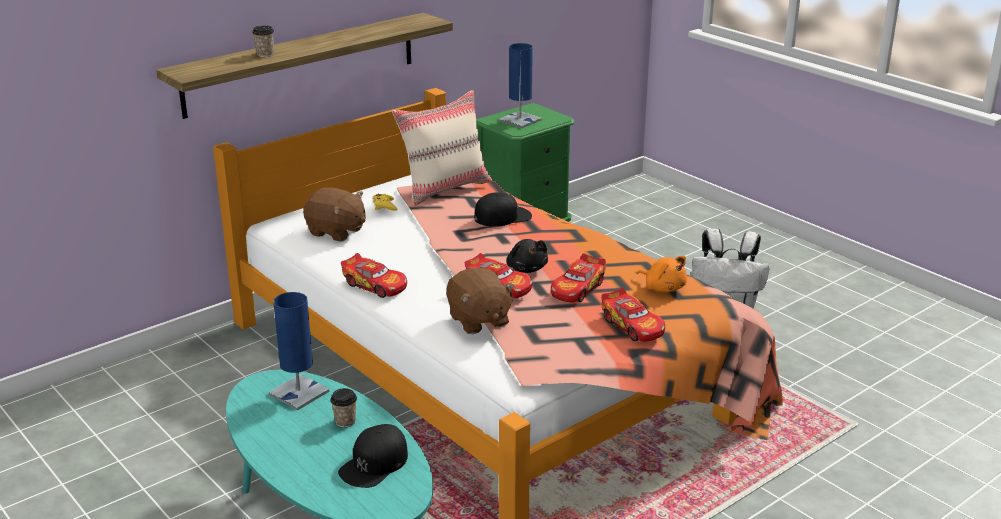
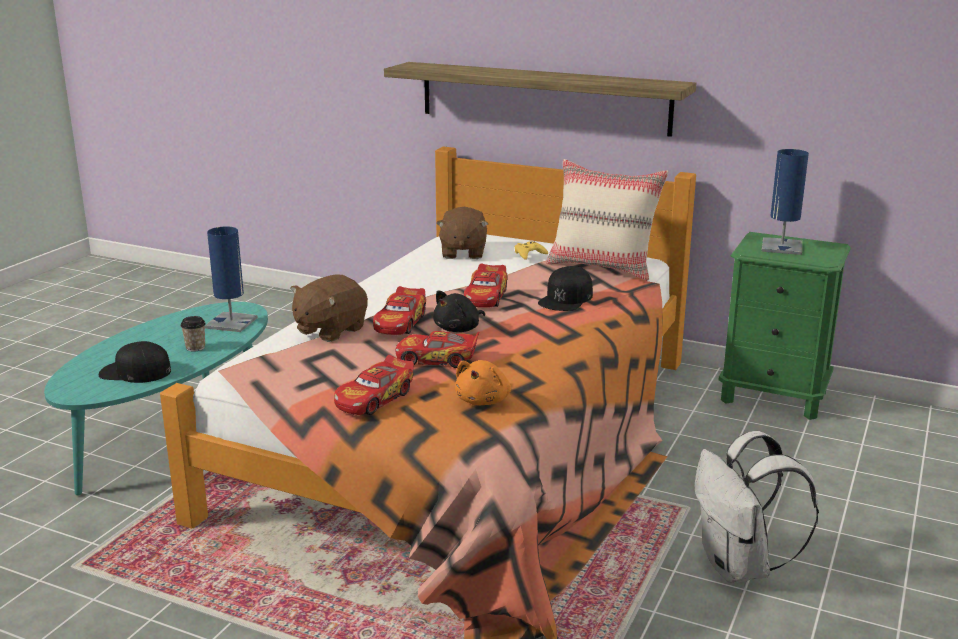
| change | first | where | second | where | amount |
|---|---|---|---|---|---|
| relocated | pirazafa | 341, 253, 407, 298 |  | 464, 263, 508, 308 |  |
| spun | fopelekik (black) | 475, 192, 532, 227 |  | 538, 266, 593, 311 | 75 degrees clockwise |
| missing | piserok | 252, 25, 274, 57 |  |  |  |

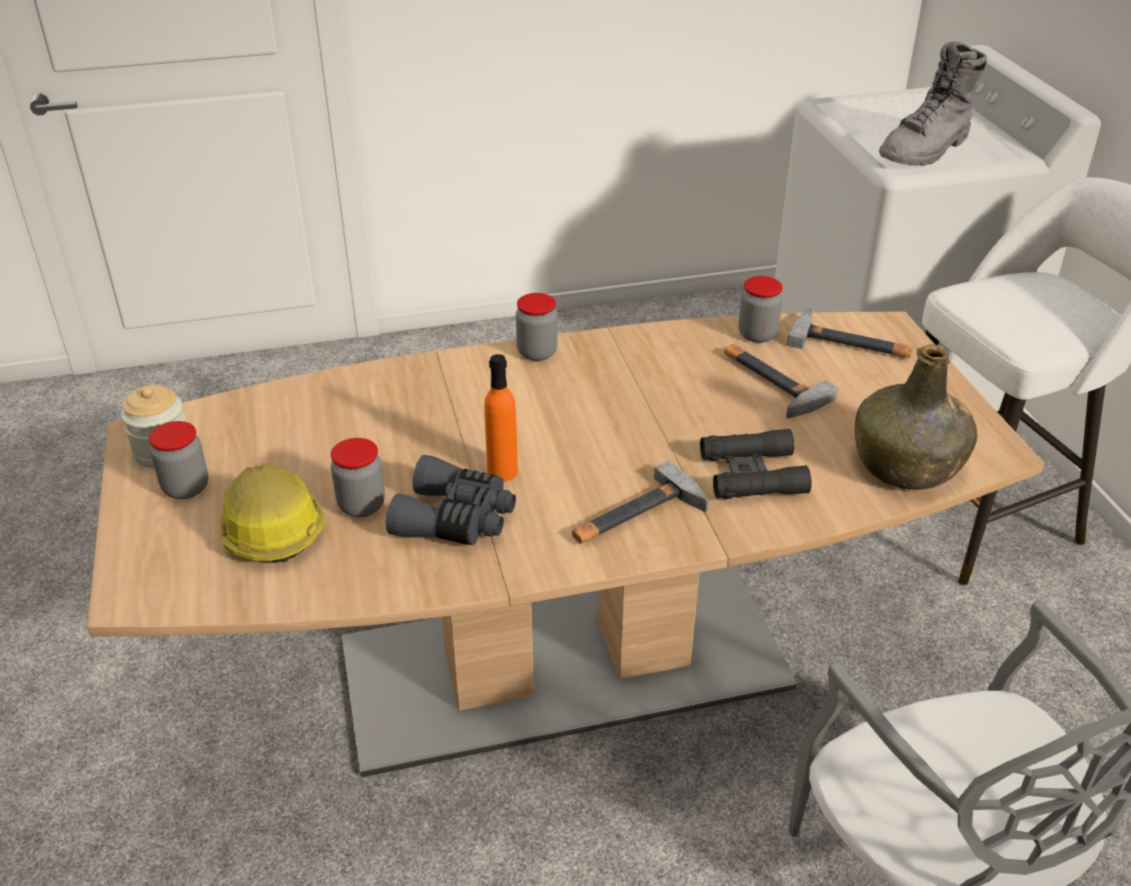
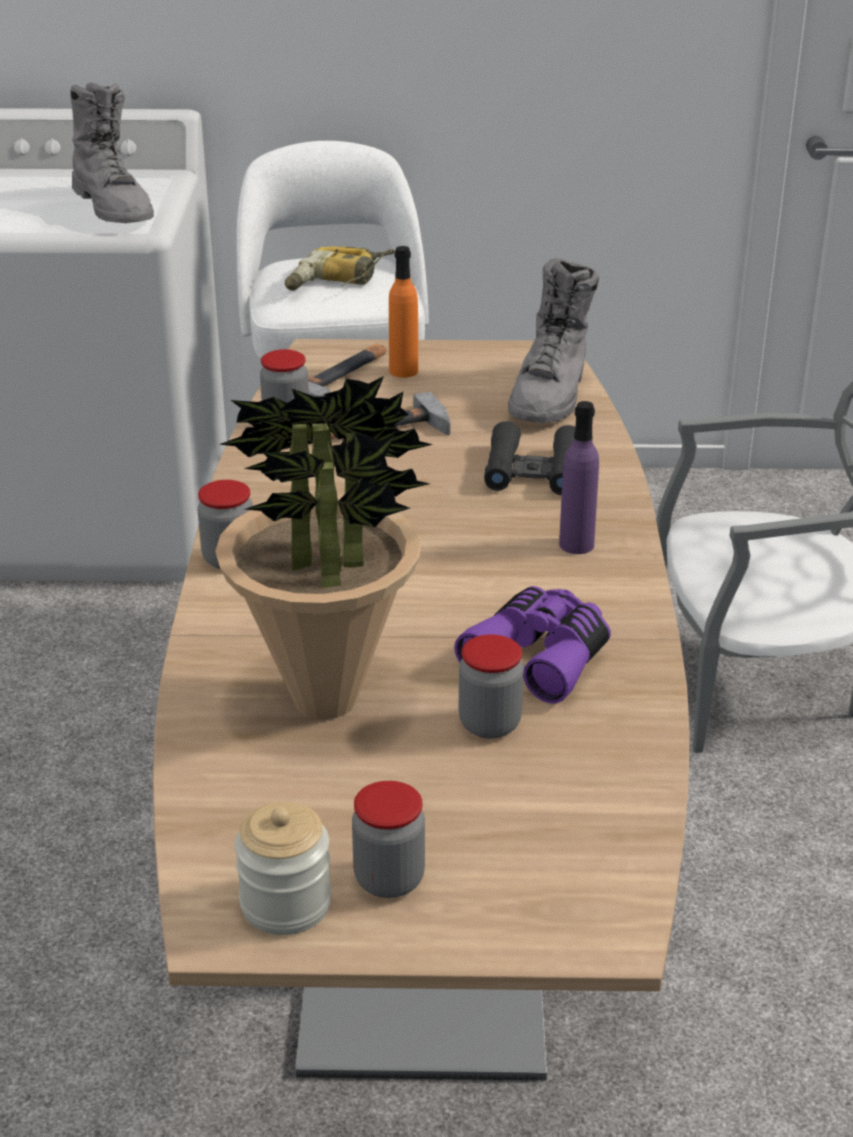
| change | first | where | second | where | amount |
|---|---|---|---|---|---|
| appeared |  |  | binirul | 215, 376, 434, 720 |  |
| appeared |  |  | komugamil | 285, 246, 395, 291 |  |
| relocated | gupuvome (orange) | 484, 354, 518, 482 |  | 389, 246, 418, 378 |  |
| colour | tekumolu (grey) | 385, 455, 516, 545 | tekumolu (purple) | 454, 586, 611, 704 |  |
| exchanged | gupuvome (green) | 855, 345, 978, 490 | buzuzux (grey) | 508, 258, 599, 423 |  |
| exchanged | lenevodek | 572, 461, 709, 544 | gupuvome (purple) | 559, 401, 599, 554 |  |
| missing | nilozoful | 219, 463, 326, 563 |  |  |  |

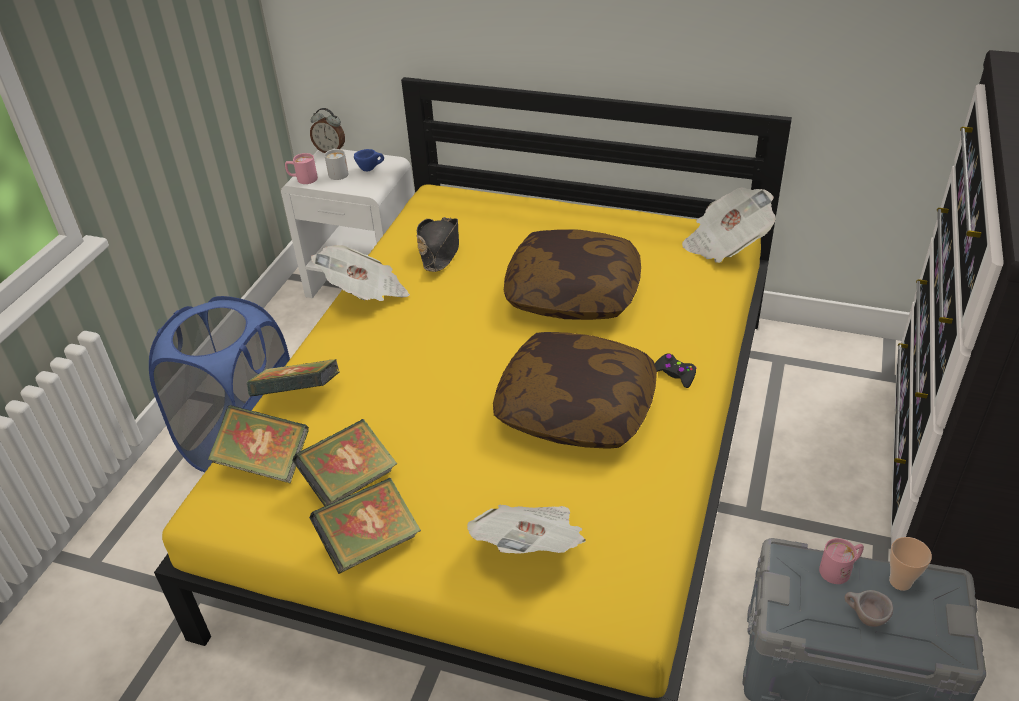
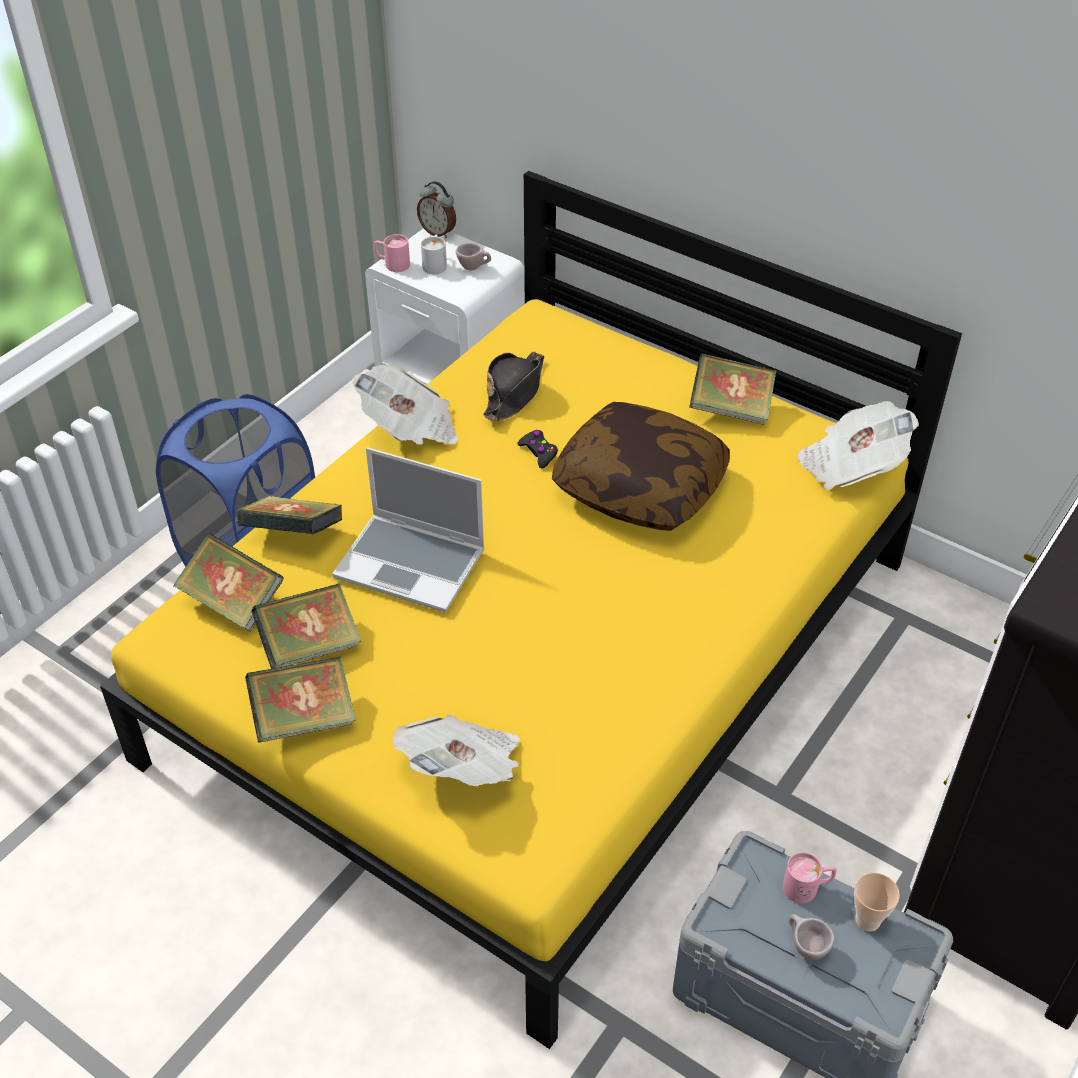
| change | first | where | second | where | amount |
|---|---|---|---|---|---|
| appeared |  |  | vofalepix | 332, 447, 485, 613 |  |
| colour | piserok (blue) | 354, 149, 384, 171 | piserok (beige) | 456, 243, 491, 271 |  |
| relocated | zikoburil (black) | 655, 353, 697, 388 |  | 518, 430, 558, 469 |  |
| appeared |  |  | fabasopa | 689, 353, 776, 425 |  |
| missing | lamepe | 493, 332, 657, 449 |  |  |  |

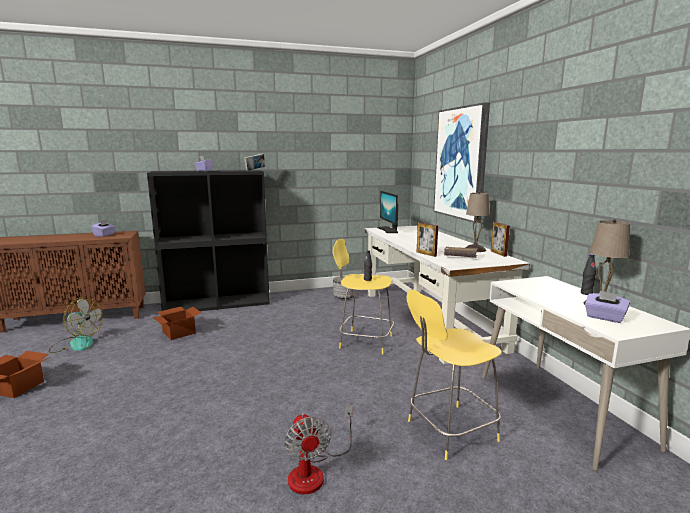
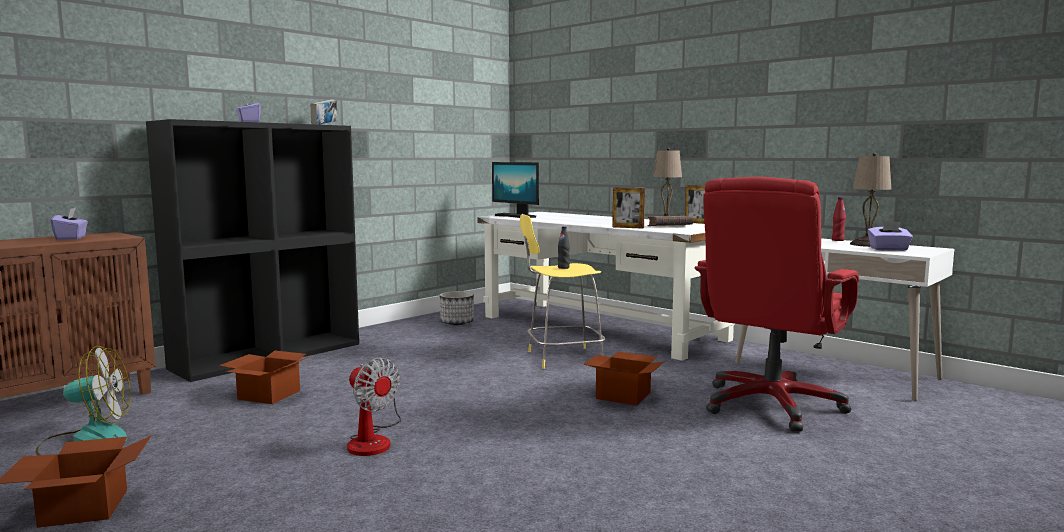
| change | first | where | second | where | amount |
|---|---|---|---|---|---|
| relocated | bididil | 284, 406, 352, 494 |  | 347, 357, 401, 456 |  |
| appeared |  |  | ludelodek | 583, 352, 664, 406 |  |
| exchanged | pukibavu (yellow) | 407, 290, 502, 460 | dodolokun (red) | 695, 177, 859, 431 |  |
| colour | gupuvome (black) | 581, 254, 596, 295 | gupuvome (red) | 832, 197, 846, 241 |  |
| missing | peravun | 433, 103, 490, 223 |  |  |  |

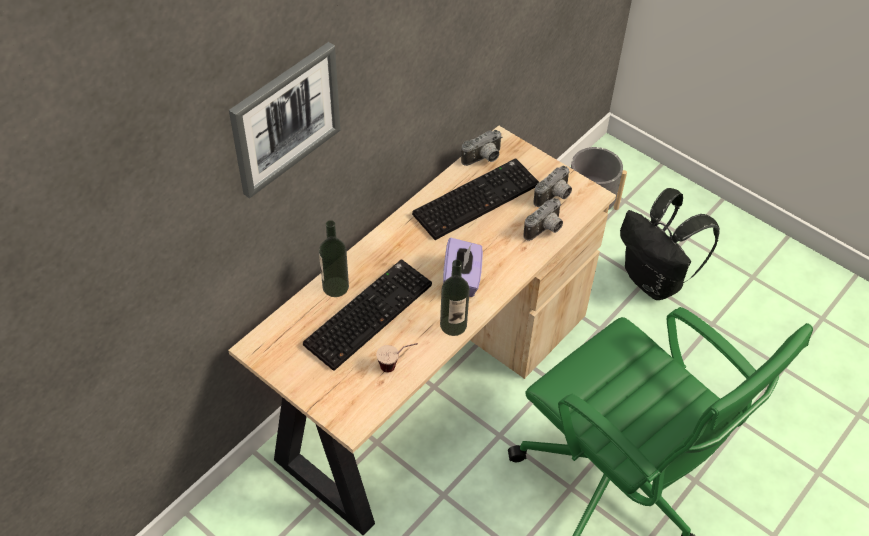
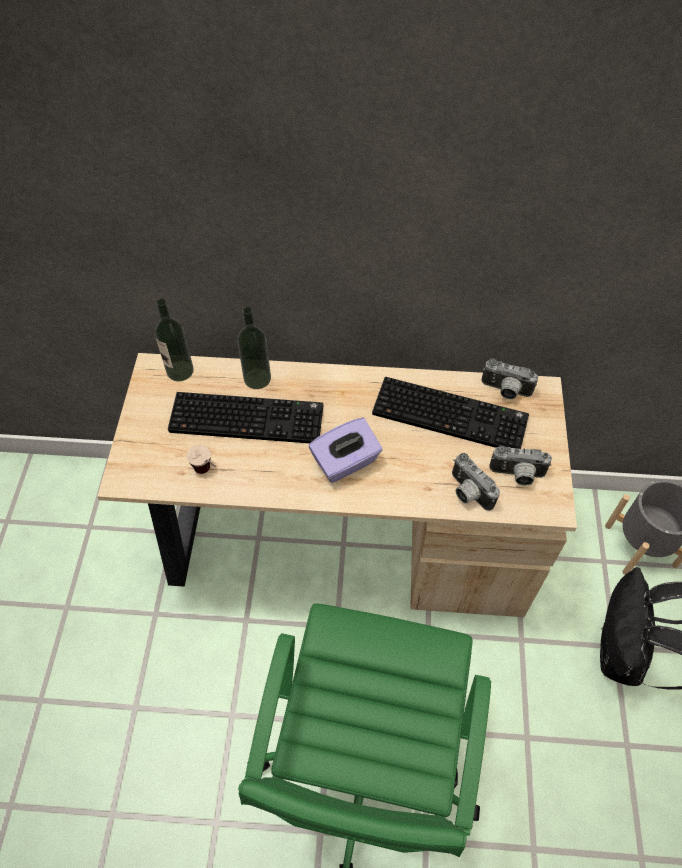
| change | first | where | second | where | amount |
|---|---|---|---|---|---|
| relocated | gupuvome | 440, 260, 470, 336 |  | 155, 298, 194, 381 |  |
| spun | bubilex | 523, 198, 563, 241 |  | 452, 453, 500, 511 | 45 degrees clockwise |
| missing | peravun | 229, 42, 341, 199 |  |  |  |

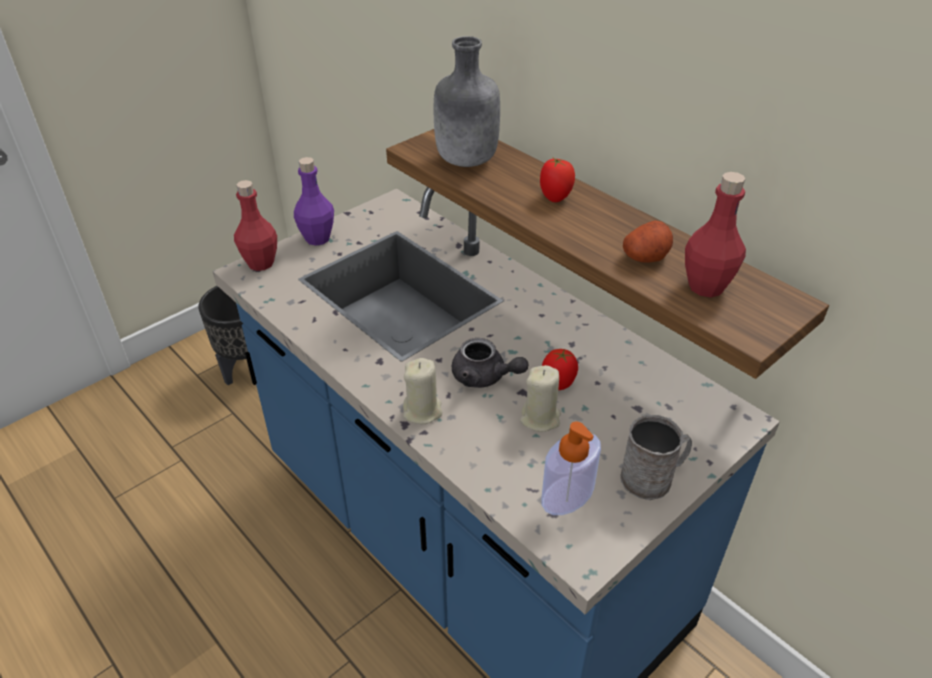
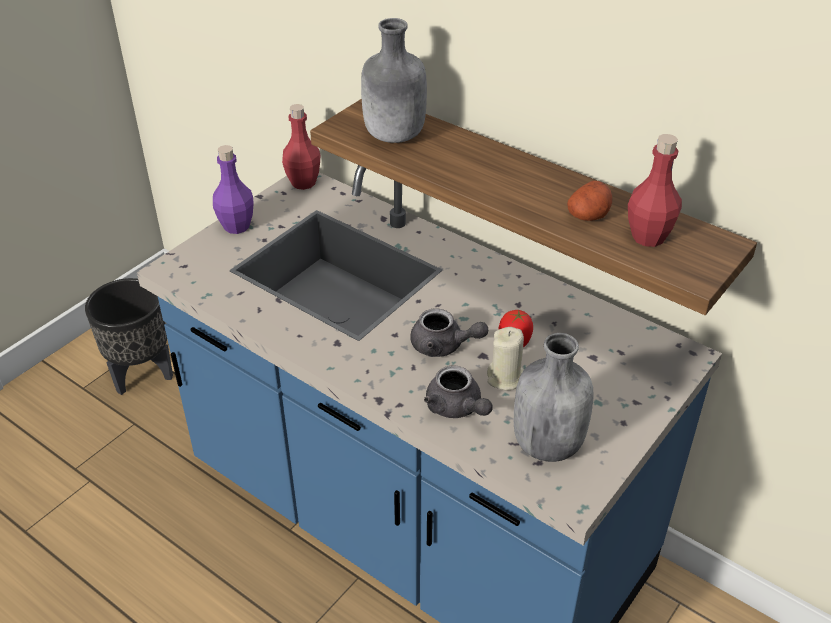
| change | first | where | second | where | amount |
|---|---|---|---|---|---|
| relocated | gupuvome (red) | 234, 180, 277, 271 |  | 282, 104, 320, 190 |  |
| appeared |  |  | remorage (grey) | 424, 365, 492, 418 |  |
| exchanged | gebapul | 541, 421, 601, 515 | gupuvome (grey) | 514, 333, 594, 462 |  |
| missing | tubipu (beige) | 403, 358, 443, 424 |  |  |  |
| missing | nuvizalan | 540, 158, 575, 202 |  |  |  |
| missing | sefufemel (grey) | 620, 415, 692, 500 |  |  |  |

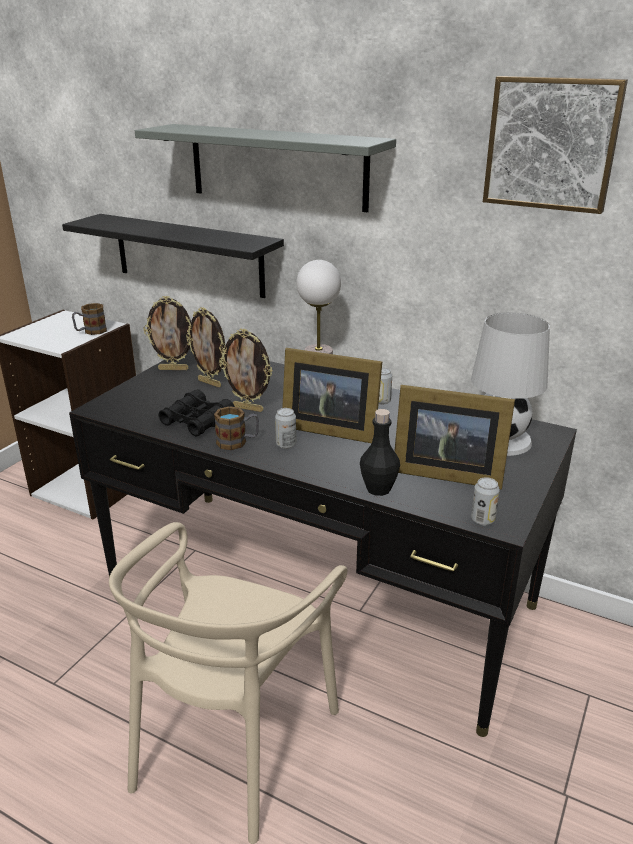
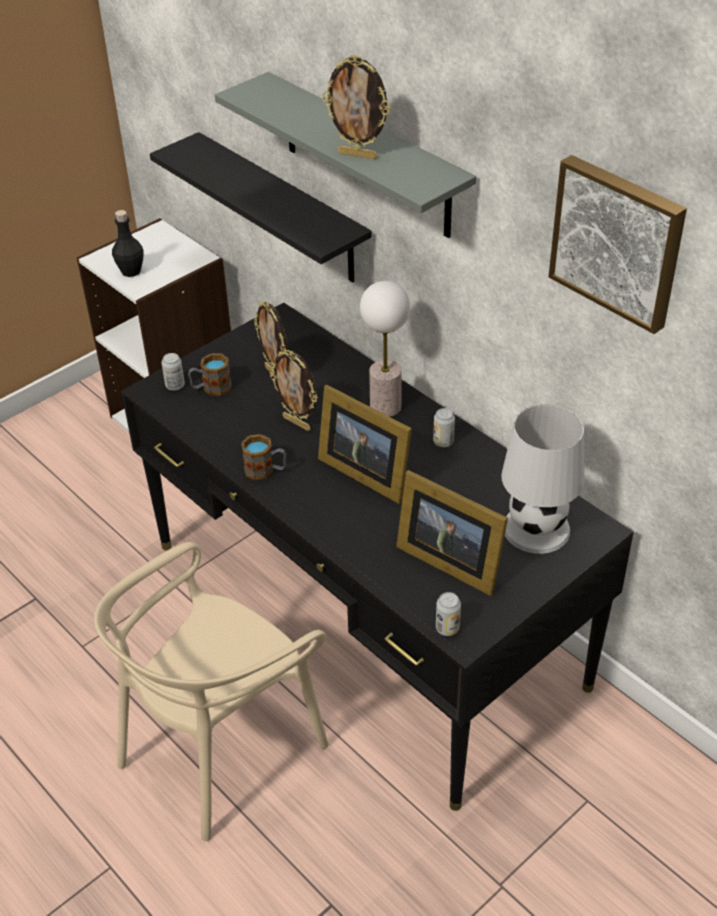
| change | first | where | second | where | amount |
|---|---|---|---|---|---|
| relocated | gupuvome (black) | 360, 409, 400, 496 |  | 112, 210, 144, 277 |  |
| relocated | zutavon | 275, 408, 296, 449 |  | 161, 353, 185, 391 |  |
| relocated | sefufemel | 72, 303, 107, 335 |  | 188, 353, 232, 396 |  |
| relocated | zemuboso | 143, 296, 191, 370 |  | 322, 55, 390, 159 |  |
| missing | tekumolu (black) | 158, 389, 235, 437 |  |  |  |

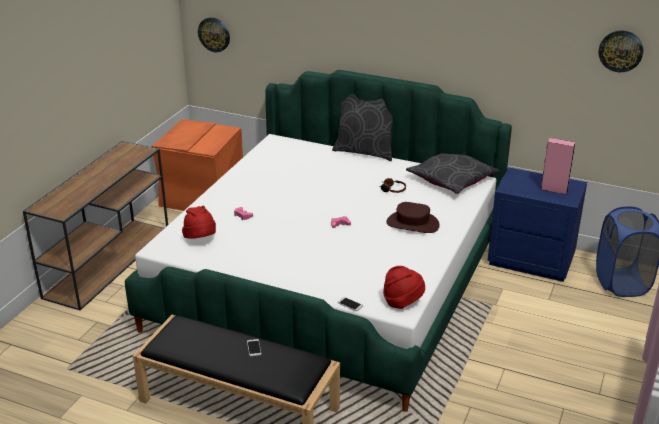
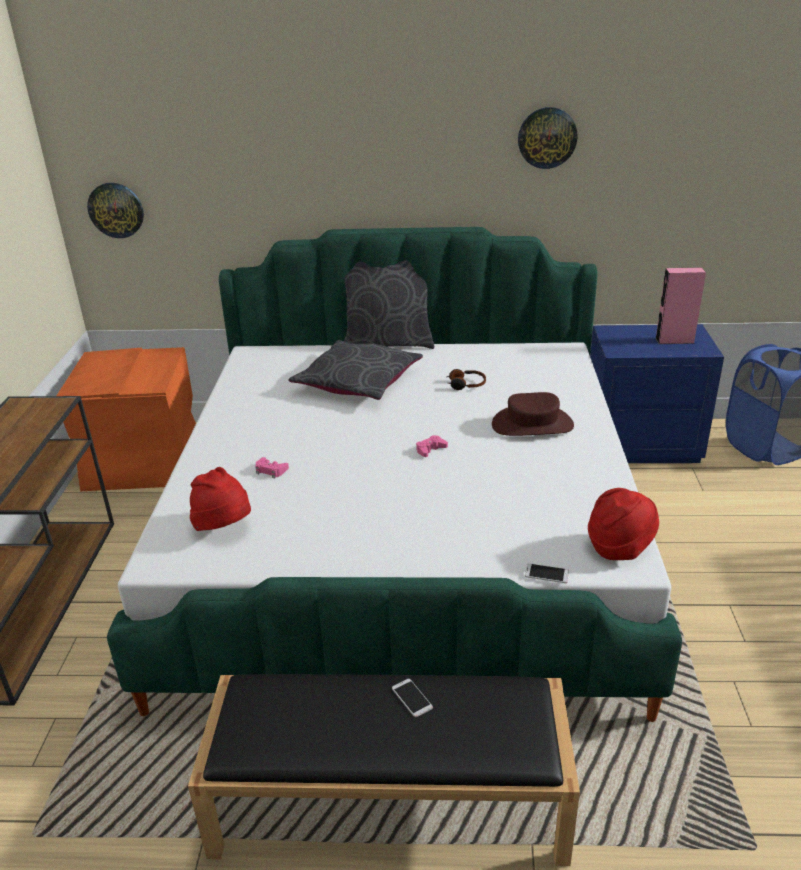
| change | first | where | second | where | amount |
|---|---|---|---|---|---|
| relocated | lamepe (grey) | 406, 153, 499, 194 |  | 289, 340, 423, 400 |  |
| relocated | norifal | 598, 30, 643, 72 |  | 518, 107, 577, 169 |  |

